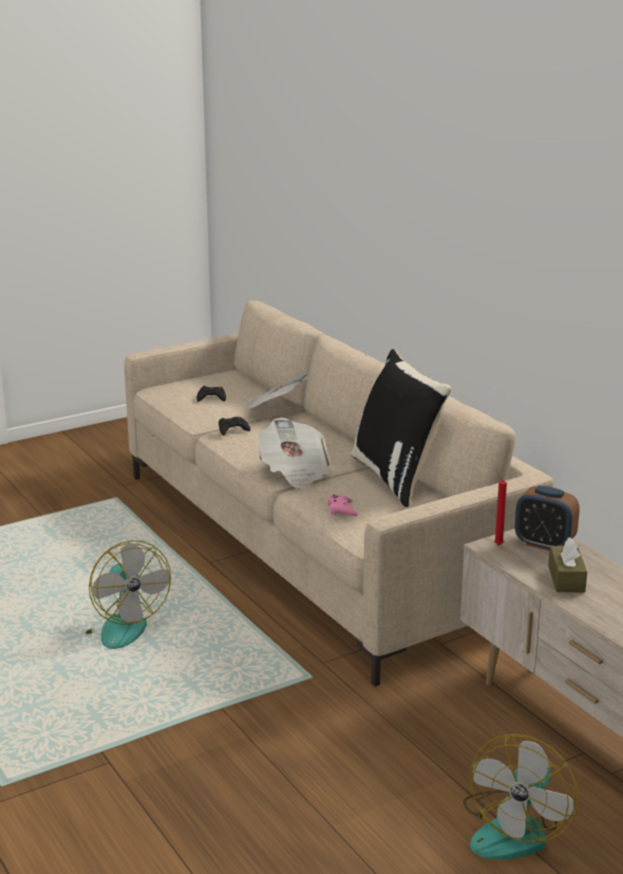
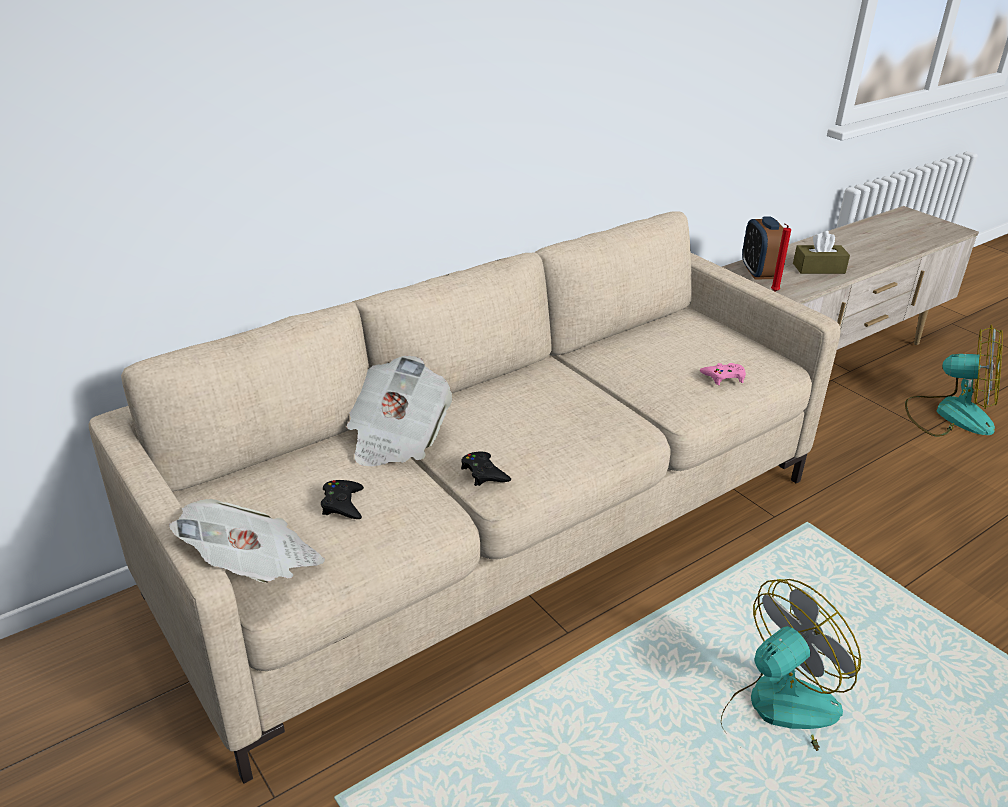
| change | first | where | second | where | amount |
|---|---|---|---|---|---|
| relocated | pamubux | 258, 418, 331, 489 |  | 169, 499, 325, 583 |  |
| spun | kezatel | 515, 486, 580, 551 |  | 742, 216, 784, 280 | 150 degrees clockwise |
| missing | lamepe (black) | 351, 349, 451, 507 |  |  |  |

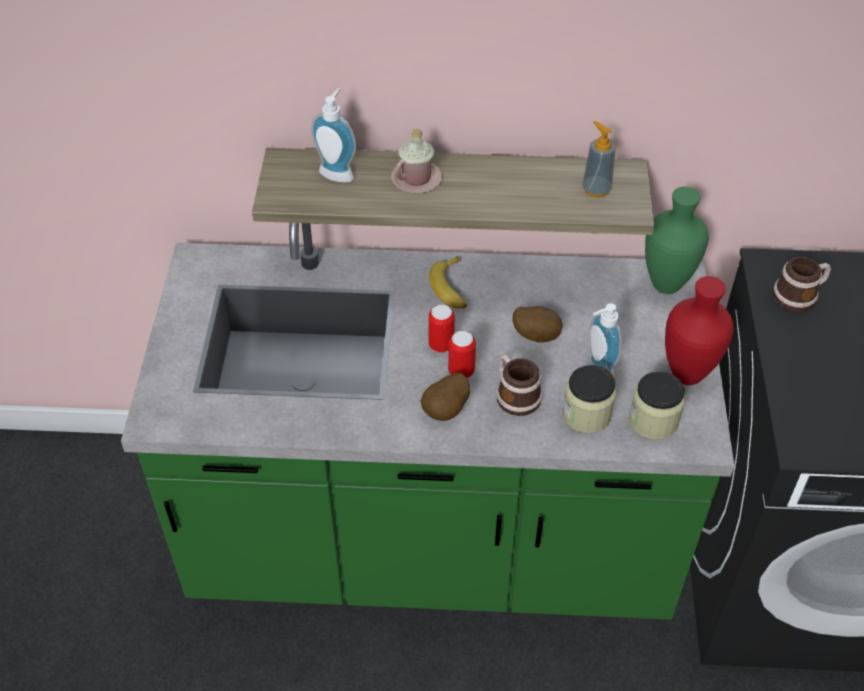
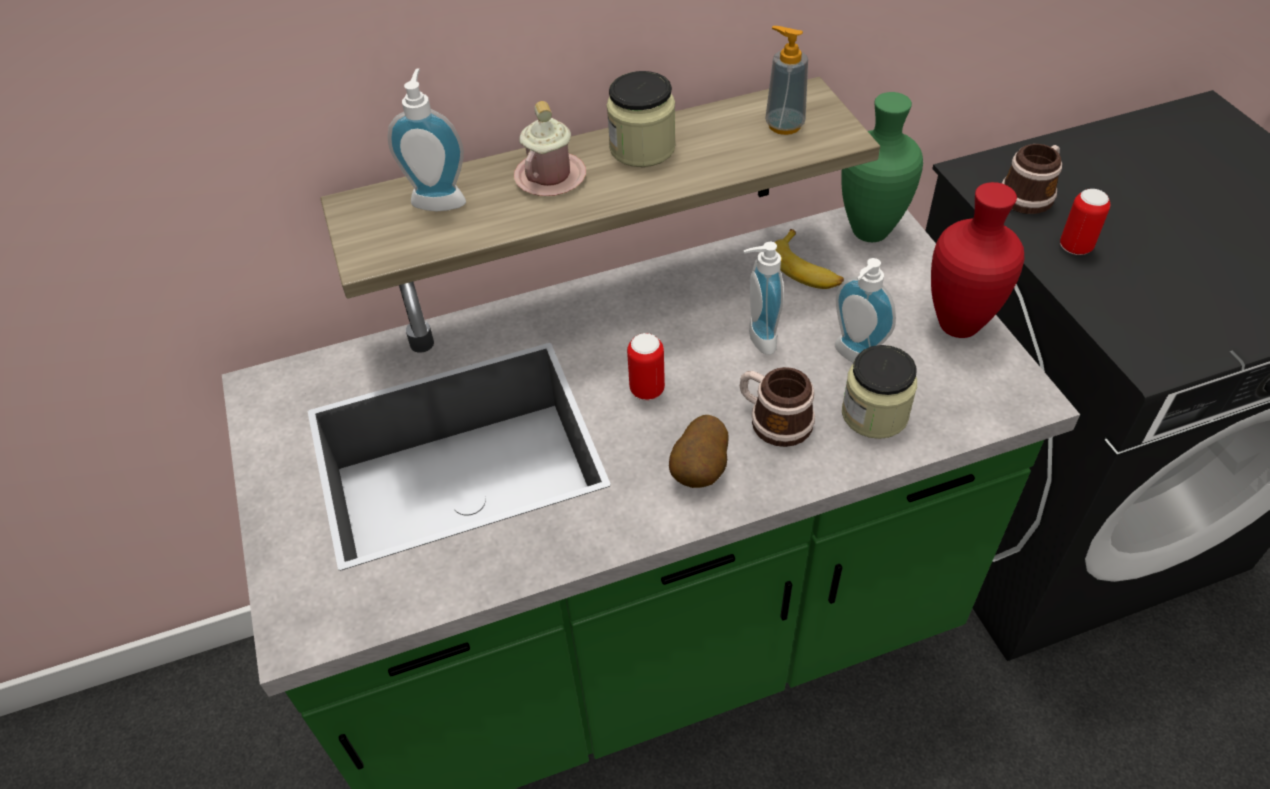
| change | first | where | second | where | amount |
|---|---|---|---|---|---|
| relocated | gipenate | 629, 371, 685, 440 |  | 607, 71, 676, 167 |  |
| exchanged | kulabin | 513, 306, 563, 343 | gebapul | 743, 242, 784, 355 |  |
| relocated | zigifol | 429, 256, 467, 308 |  | 774, 229, 844, 289 |  |
| relocated | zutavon | 448, 331, 476, 378 |  | 1060, 189, 1110, 255 |  |

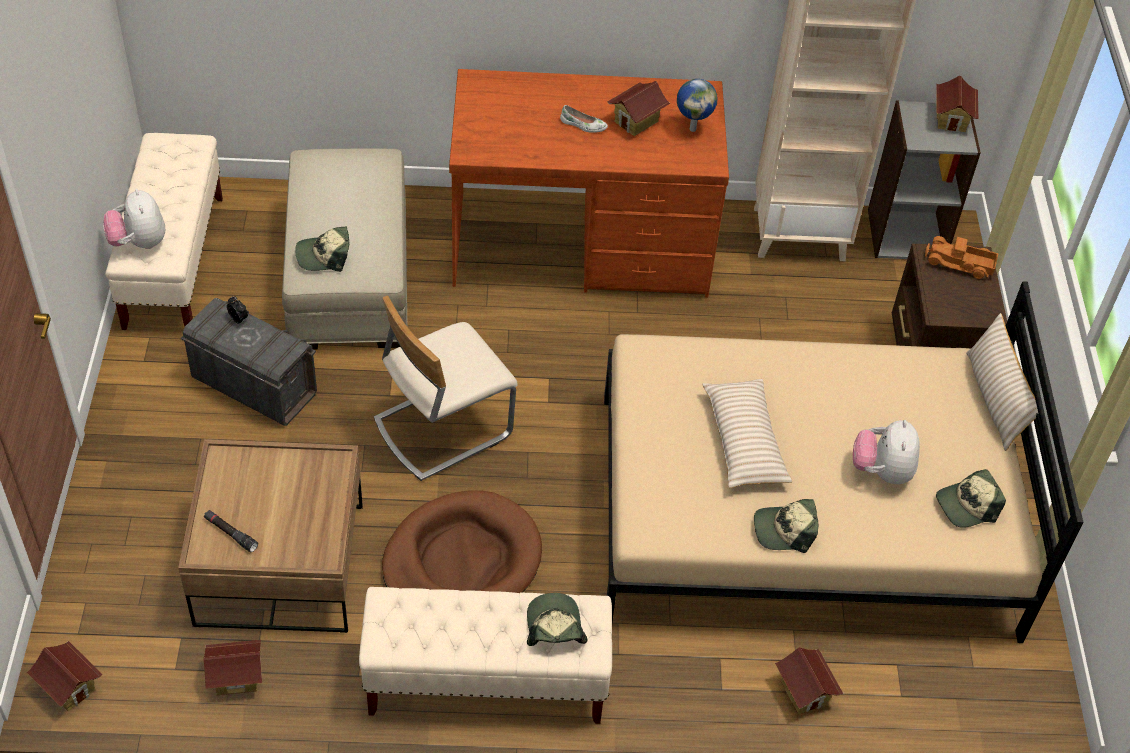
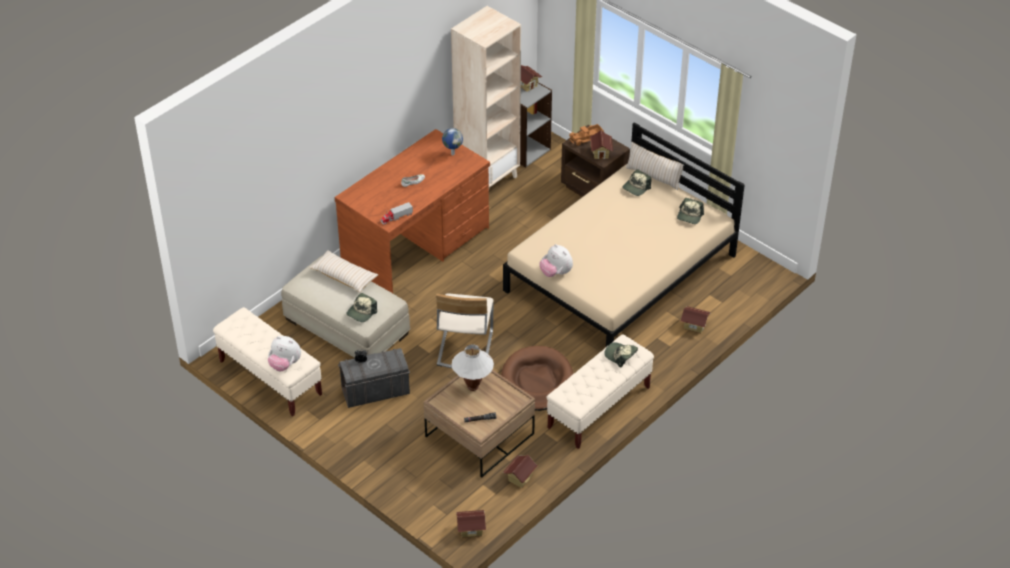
| change | first | where | second | where | amount |
|---|---|---|---|---|---|
| relocated | lamepe (beige) | 702, 379, 792, 488 |  | 309, 250, 378, 293 |  |
| appeared |  |  | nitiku | 380, 202, 413, 225 |  |
| appeared |  |  | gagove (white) | 451, 344, 494, 391 |  |
| relocated | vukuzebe | 853, 420, 920, 484 |  | 539, 244, 573, 277 |  |
| relocated | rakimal | 607, 81, 670, 136 |  | 590, 130, 613, 159 |  |
| relocated | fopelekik | 754, 499, 818, 553 |  | 622, 169, 652, 196 |  |

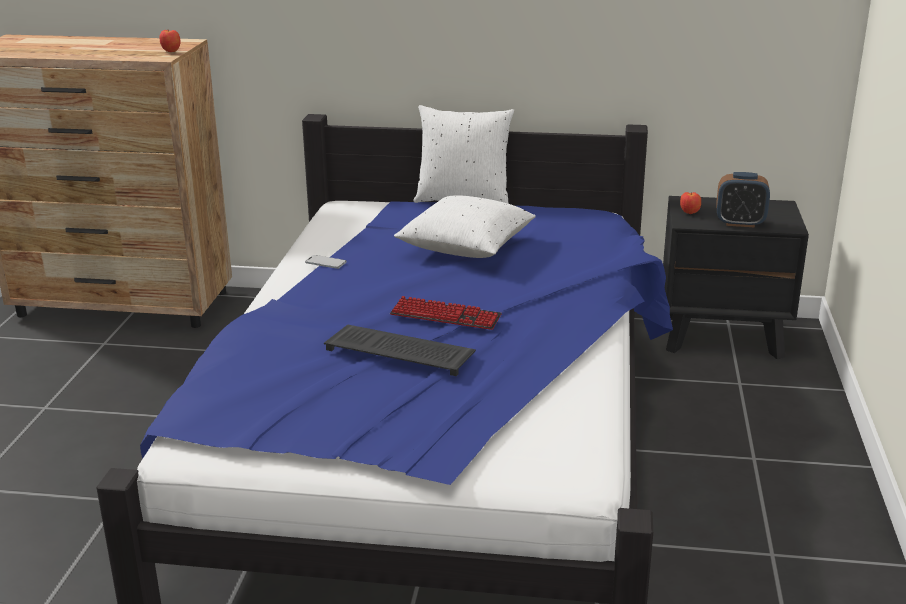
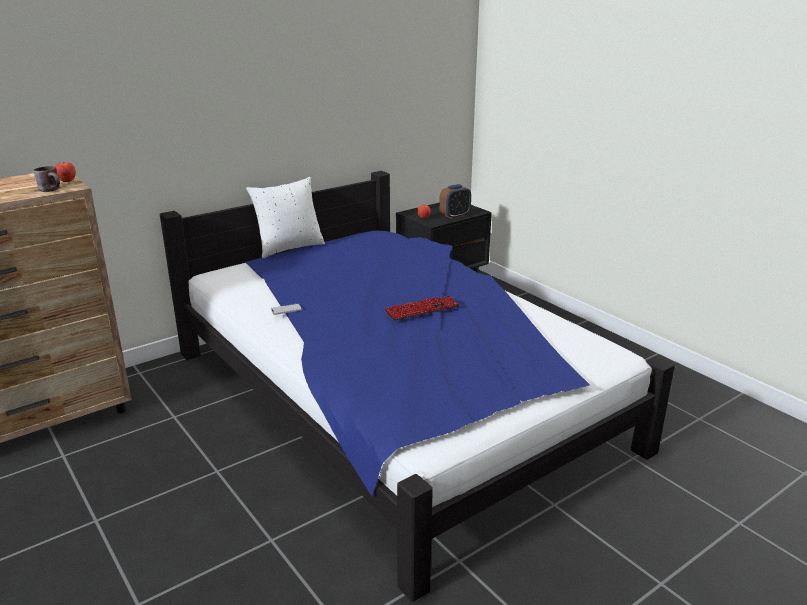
| change | first | where | second | where | amount |
|---|---|---|---|---|---|
| appeared |  |  | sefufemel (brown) | 33, 166, 60, 192 |  |
| missing | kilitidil | 324, 325, 476, 376 |  |  |  |
| missing | lamepe (white) | 394, 195, 536, 258 |  |  |  |

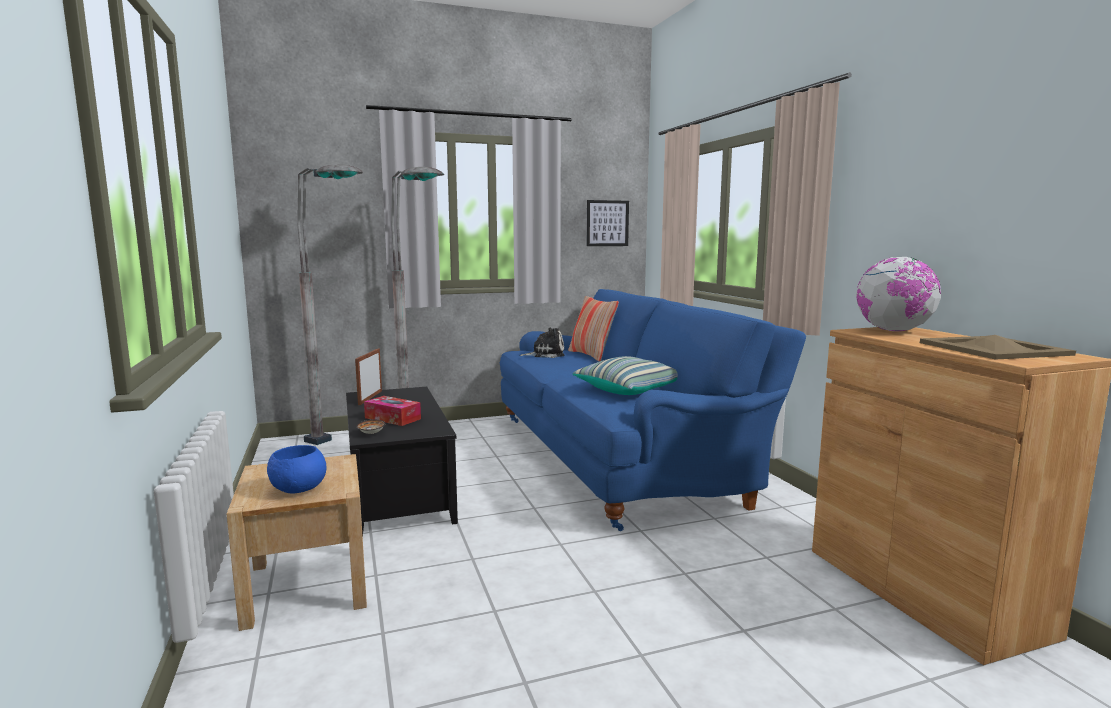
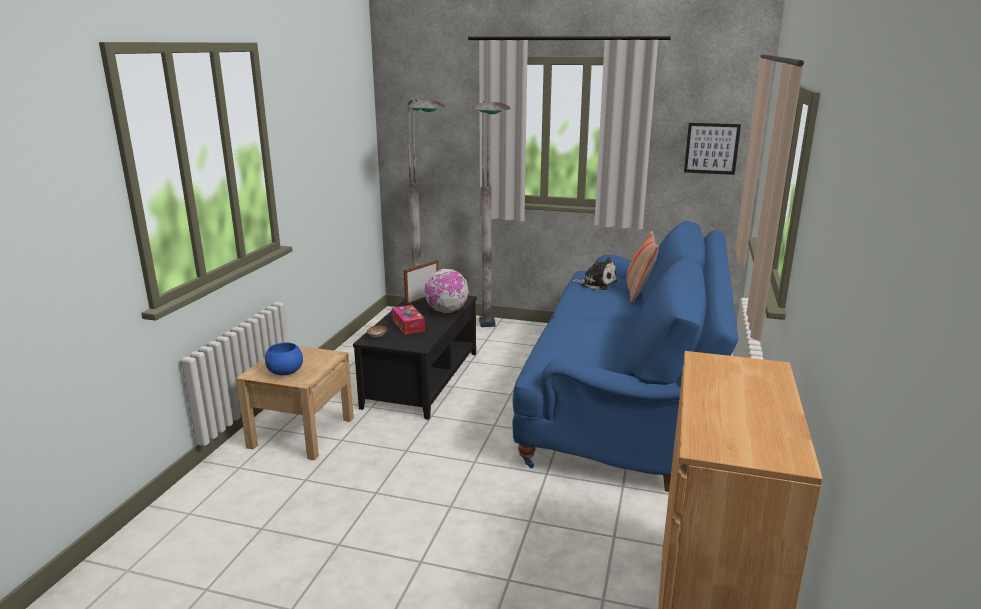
| change | first | where | second | where | amount |
|---|---|---|---|---|---|
| relocated | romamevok | 856, 257, 941, 331 |  | 424, 268, 469, 313 |  |
| missing | lamepe | 572, 356, 678, 395 |  |  |  |
| missing | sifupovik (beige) | 920, 335, 1076, 360 |  |  |  |

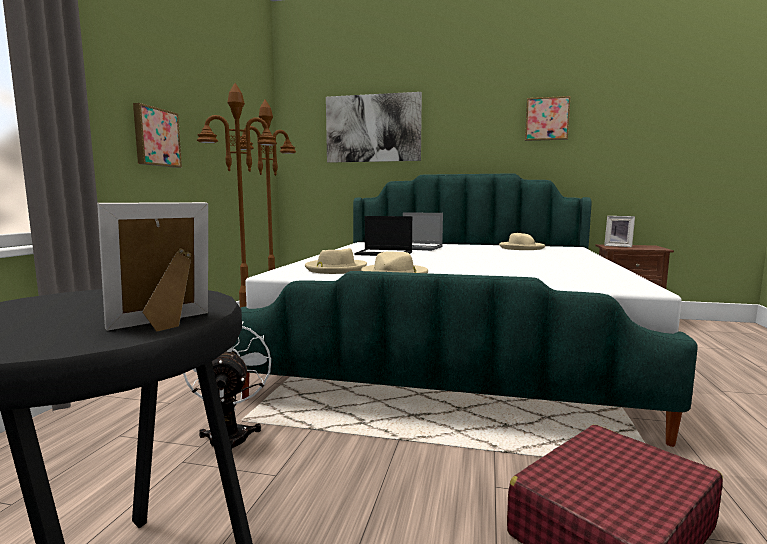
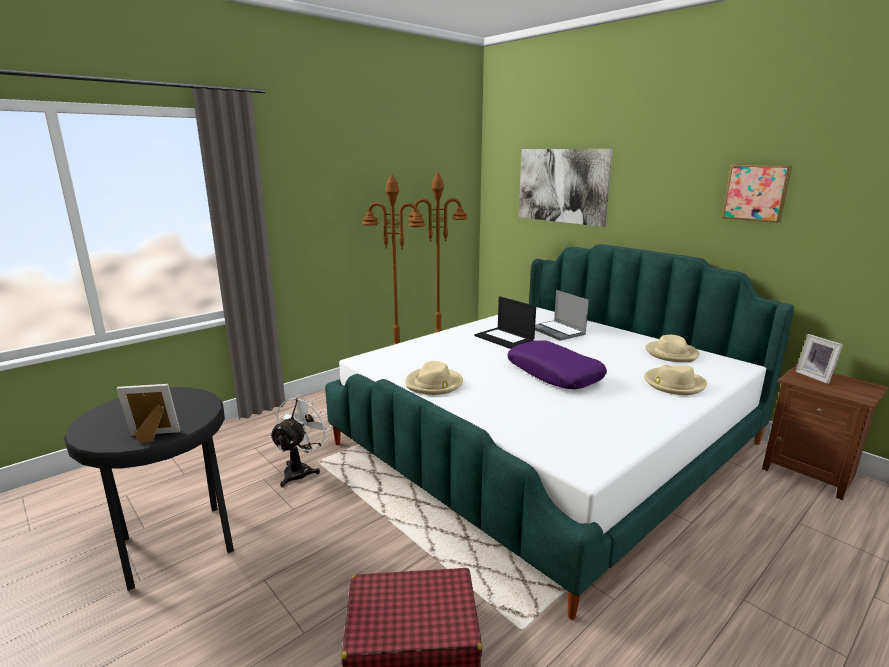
| change | first | where | second | where | amount |
|---|---|---|---|---|---|
| appeared |  |  | lamepe (purple) | 507, 340, 607, 389 |  |
| relocated | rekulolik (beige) | 305, 248, 367, 274 |  | 644, 365, 707, 395 |  |
| missing | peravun | 133, 103, 182, 168 |  |  |  |

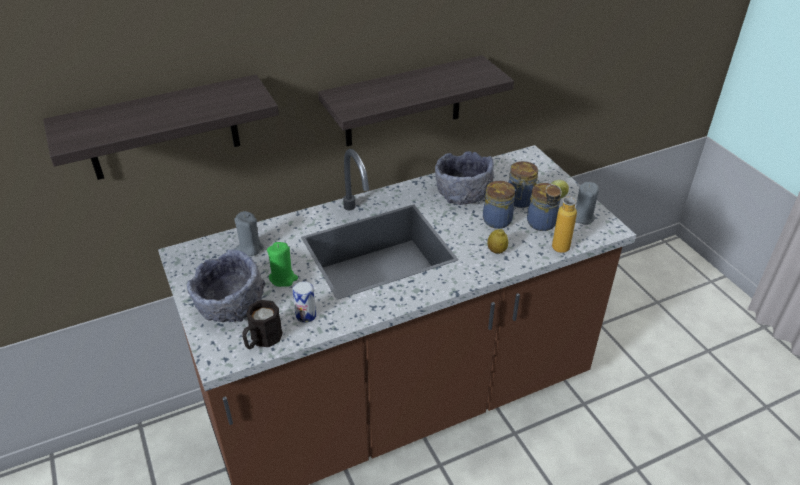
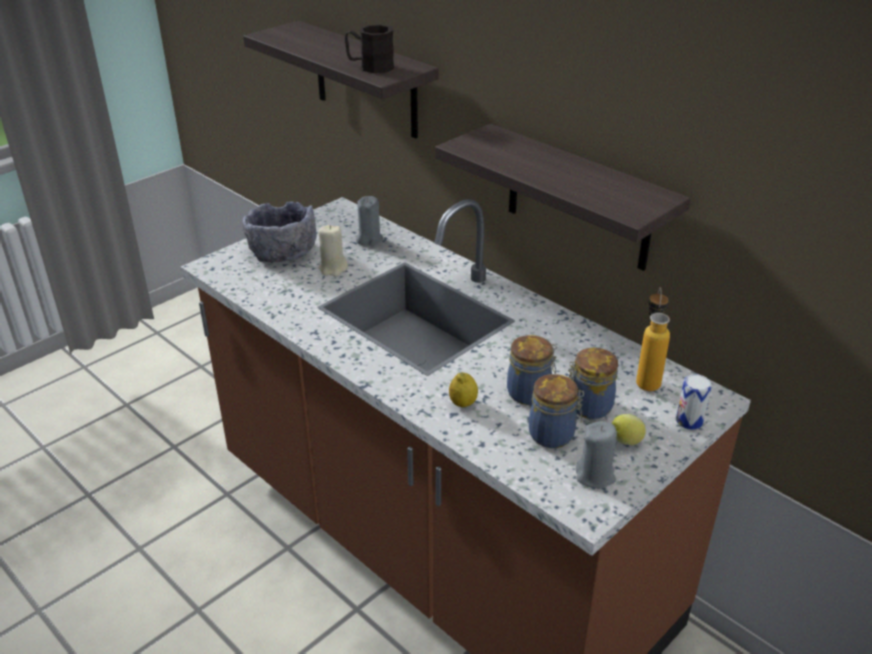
| change | first | where | second | where | amount |
|---|---|---|---|---|---|
| colour | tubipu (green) | 267, 242, 298, 287 | tubipu (beige) | 318, 225, 348, 277 |  |
| relocated | sefufemel (black) | 242, 300, 283, 349 |  | 345, 24, 394, 73 |  |
| relocated | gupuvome | 546, 184, 577, 253 |  | 636, 288, 670, 391 |  |
| relocated | zutavon | 292, 281, 316, 323 |  | 676, 374, 712, 430 |  |
| missing | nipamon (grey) | 435, 151, 494, 205 |  |  |  |

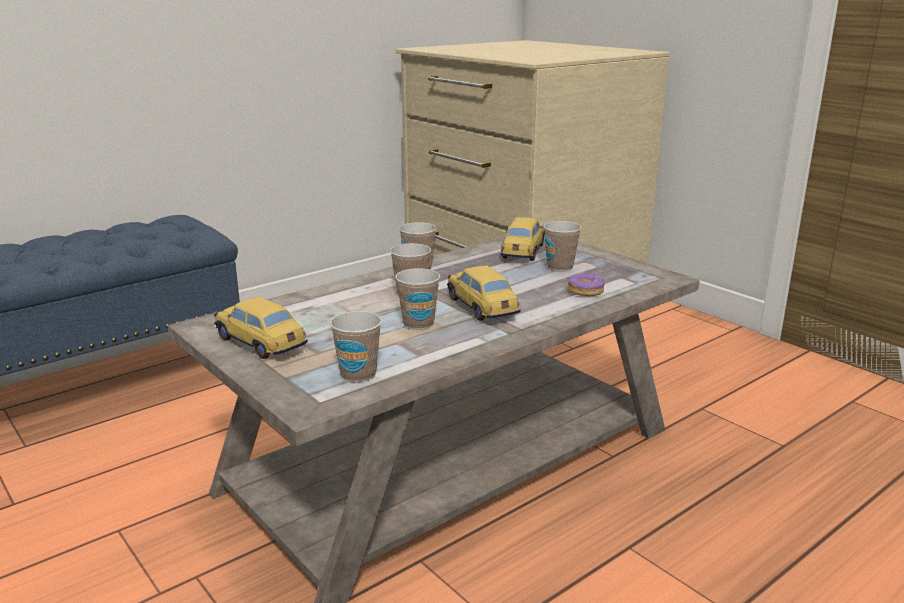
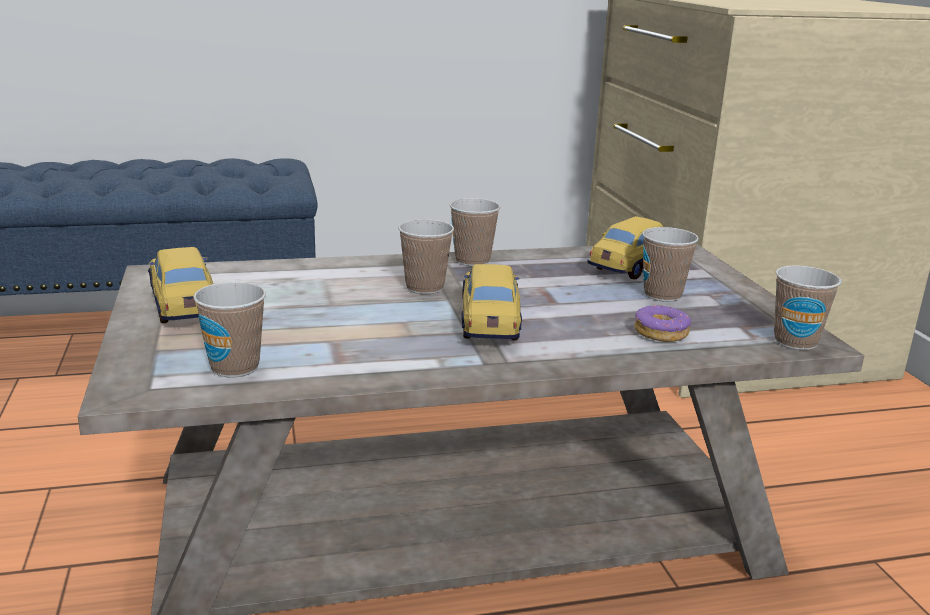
| change | first | where | second | where | amount |
|---|---|---|---|---|---|
| relocated | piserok | 395, 268, 440, 330 |  | 774, 266, 841, 350 |  |

